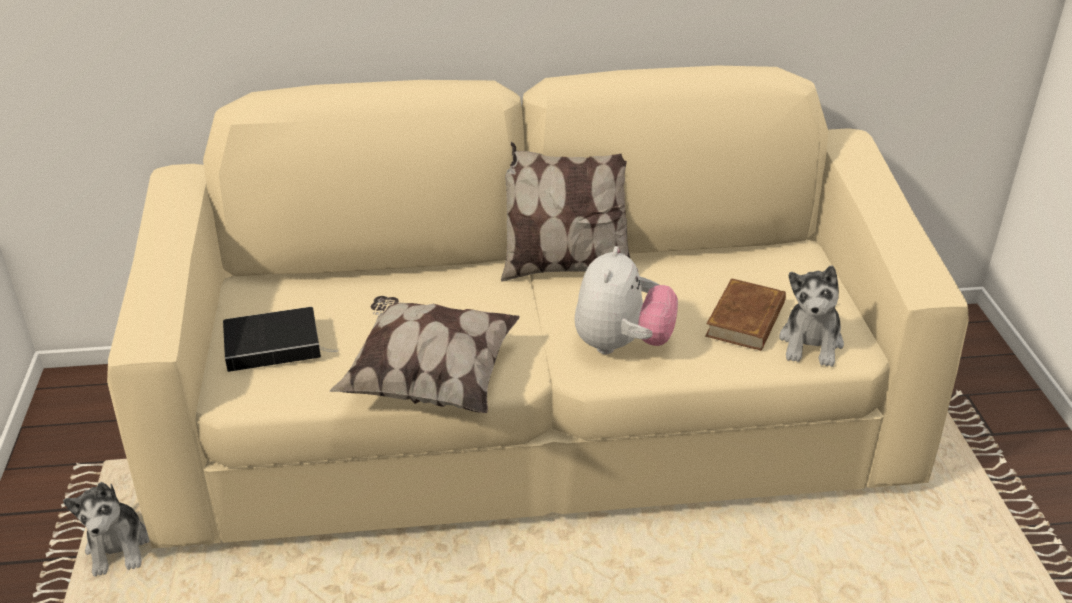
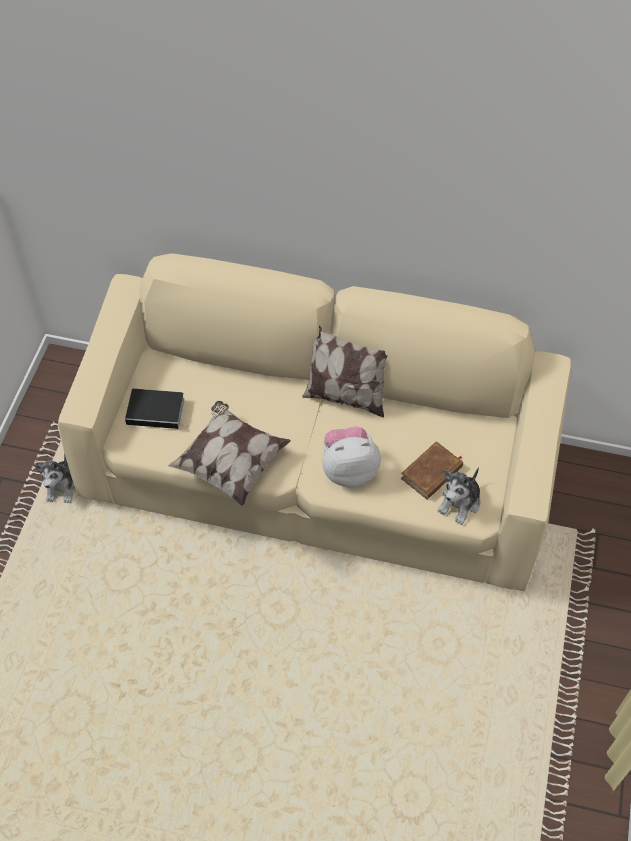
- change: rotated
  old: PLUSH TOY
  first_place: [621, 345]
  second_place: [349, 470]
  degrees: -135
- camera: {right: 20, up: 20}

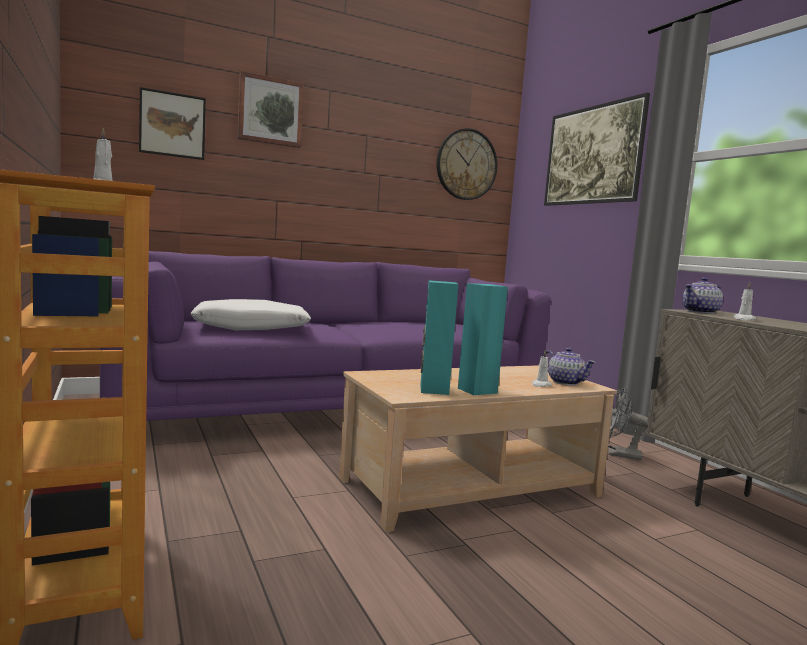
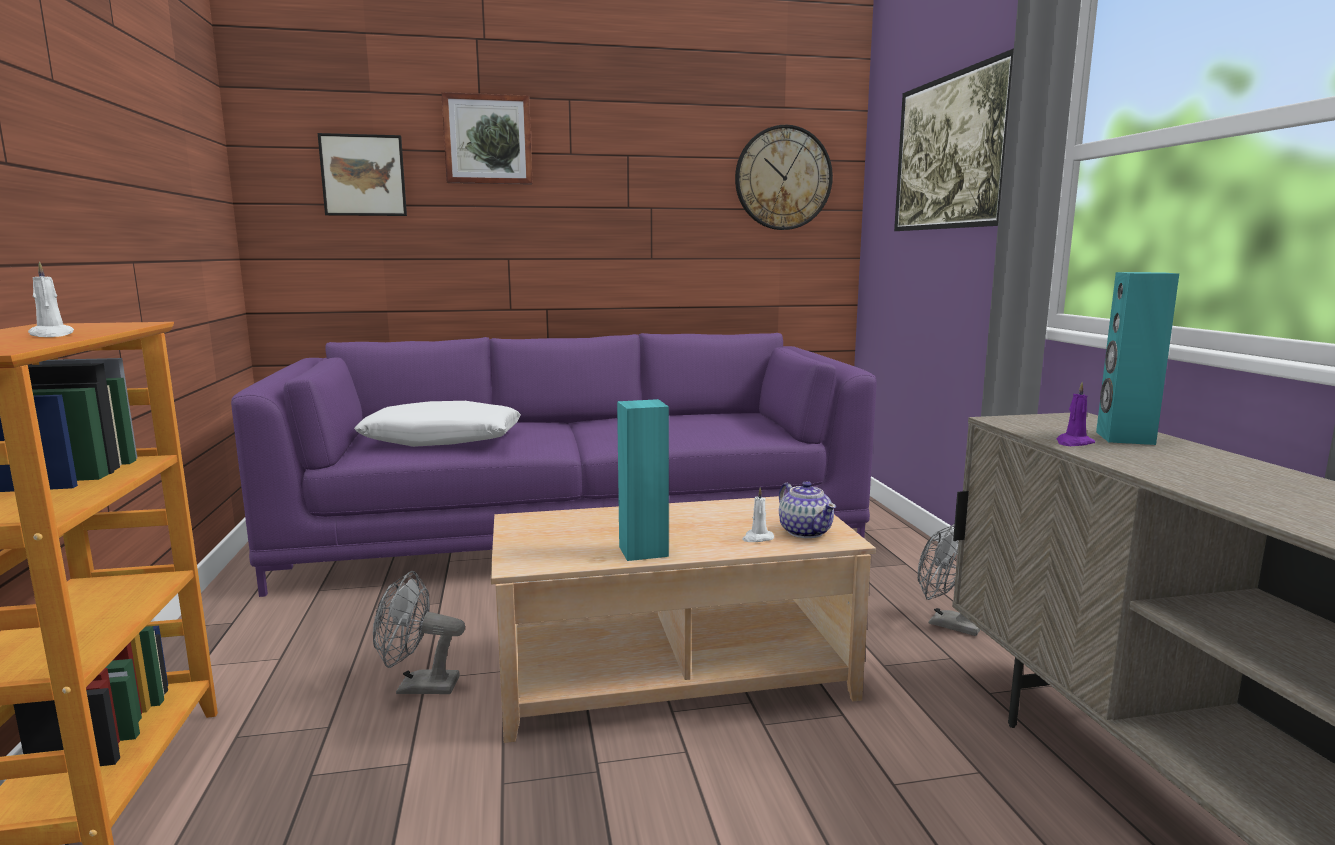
- change: new
  new: GREY FAN
  second_place: [418, 687]
- change: repainted
  old: WHITE CANDLE
  new: PURPLE CANDLE
  first_place: [743, 319]
  second_place: [1073, 443]
- change: shifted
  old: TURQUOISE SPEAKER
  first_place: [433, 390]
  second_place: [1123, 438]
- change: gone
  old: TEAPOT
  first_place: [701, 312]
- camera: {right: 15, up: 5}

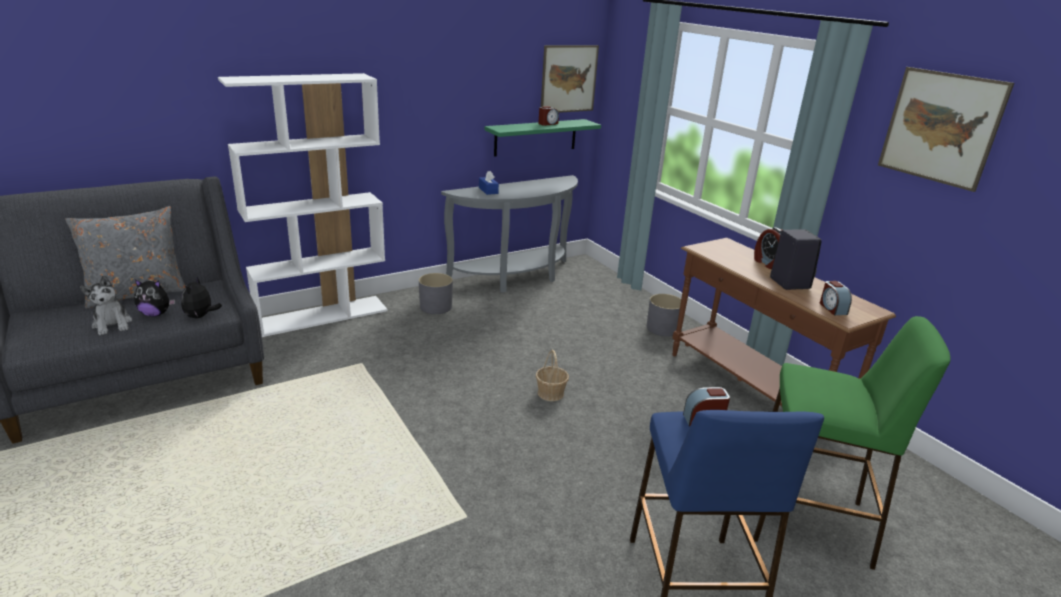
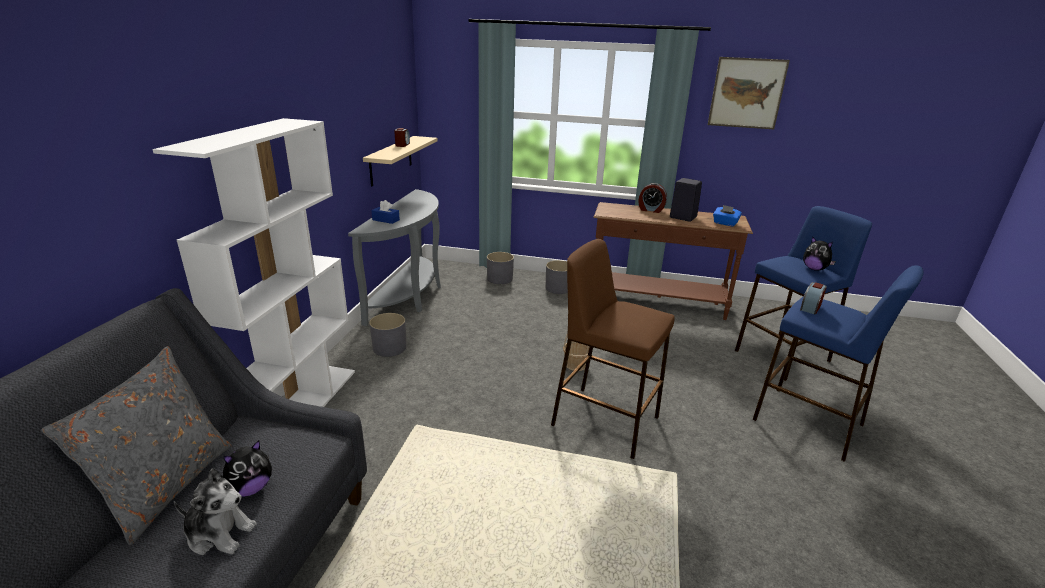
- change: repainted
  old: GREEN SHELF
  new: BEIGE SHELF
  first_place: [535, 137]
  second_place: [391, 160]
- change: new
  new: GREY PLANTER
  second_place: [500, 279]
- change: new
  new: BROWN STOOL
  second_place: [604, 420]
- change: swapped
  old: ALARM CLOCK
  new: BLUE TISSUE BOX
  first_place: [832, 308]
  second_place: [725, 223]
- change: repainted
  old: GREEN STOOL
  new: BLUE STOOL
  first_place: [809, 521]
  second_place: [782, 355]
- change: shifted
  old: PLUSH TOY
  first_place: [201, 316]
  second_place: [814, 269]
- change: gone
  old: PICTURE
  first_place: [569, 79]
- camera: {right: -45, up: 0}

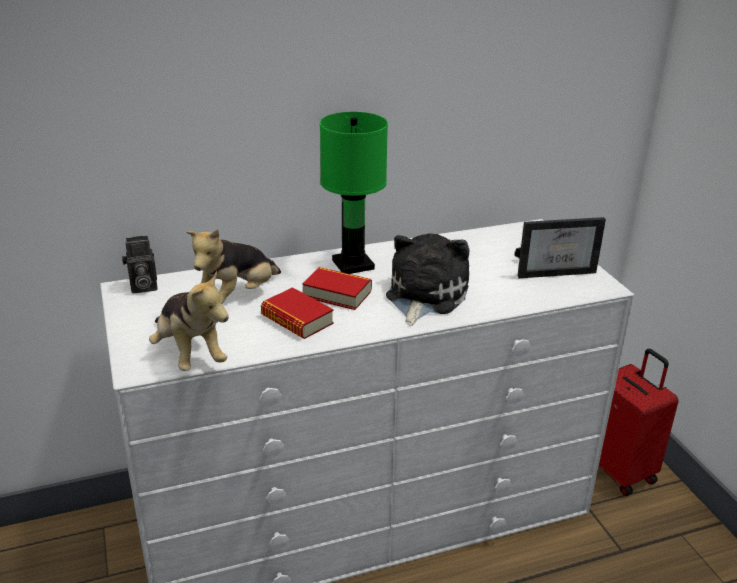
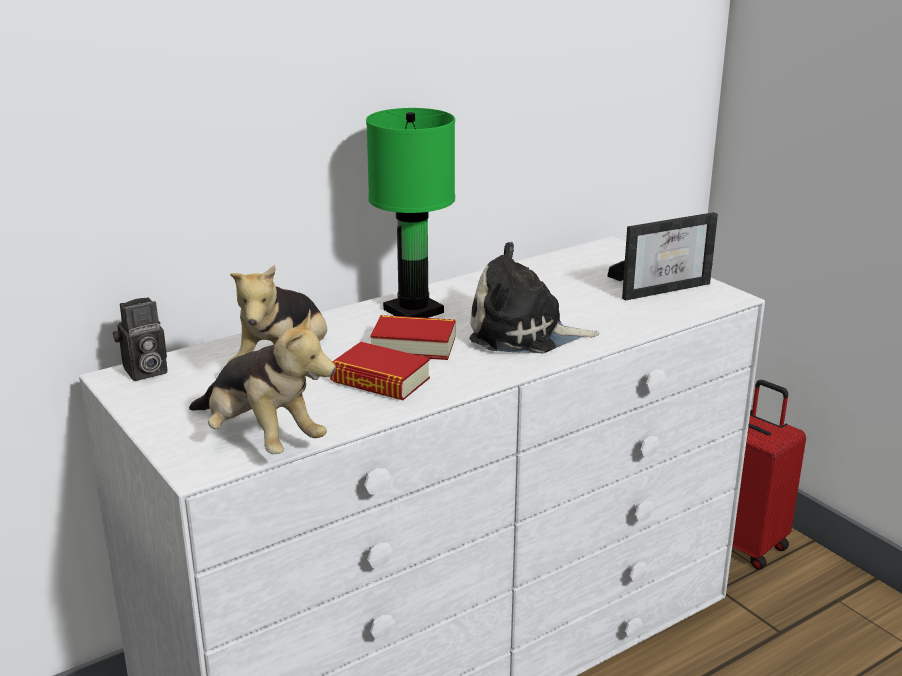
- change: rotated
  old: PLUSH TOY
  first_place: [423, 296]
  second_place: [523, 333]
  degrees: -90
- camera: {right: -15, up: -5}

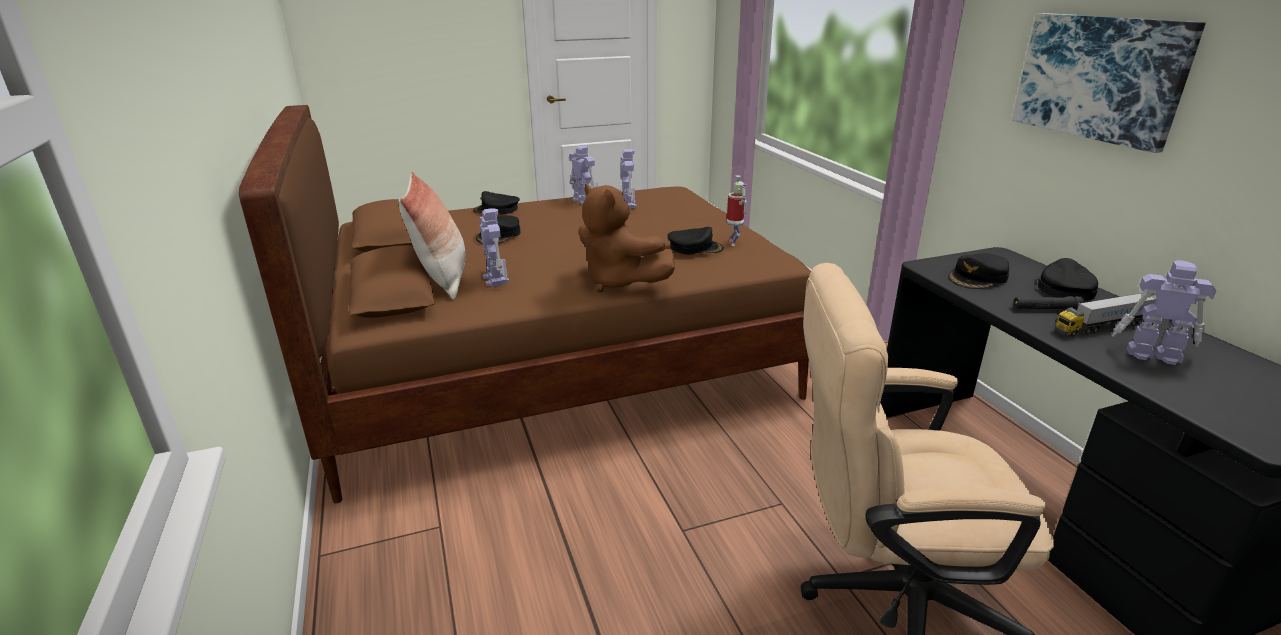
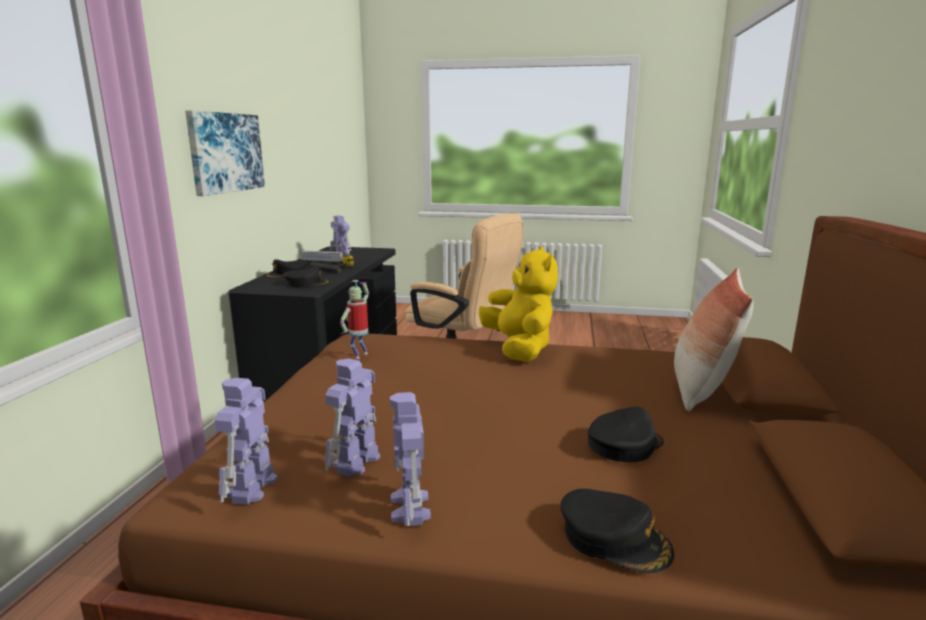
- change: shifted
  old: TOY ROBOT
  first_place: [495, 279]
  second_place: [251, 488]
- change: repainted
  old: BROWN PLUSH TOY
  new: YELLOW PLUSH TOY
  first_place: [619, 282]
  second_place: [519, 349]
- change: gone
  old: BLACK CAP
  first_place: [695, 247]
- camera: {right: -150, up: -10}

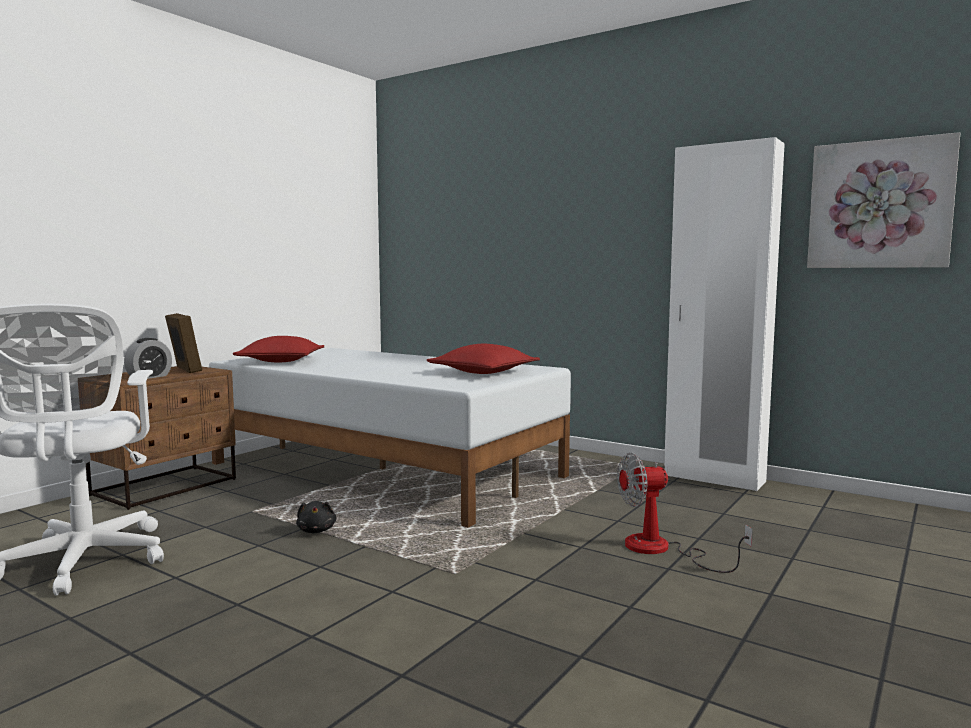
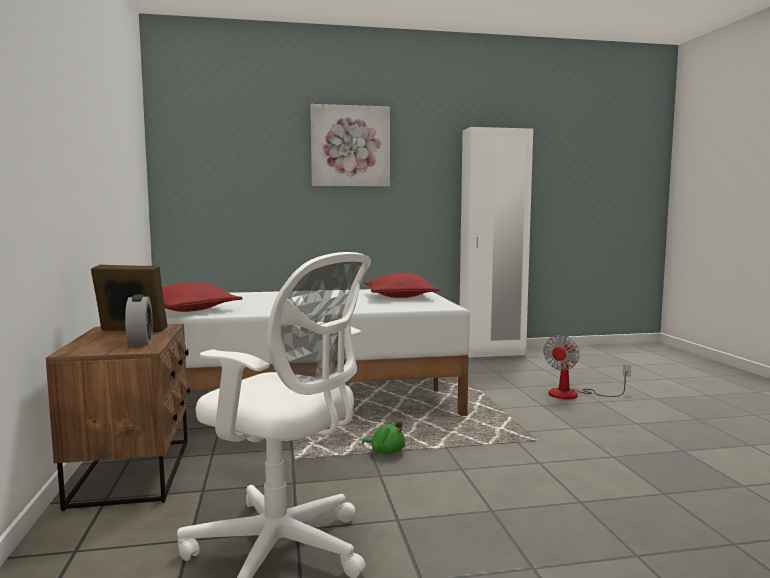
- change: shifted
  old: PICTURE
  first_place: [879, 205]
  second_place: [350, 146]
- change: repainted
  old: BLACK PLUSH TOY
  new: GREEN PLUSH TOY
  first_place: [316, 530]
  second_place: [386, 451]
- camera: {right: -45, up: 0}

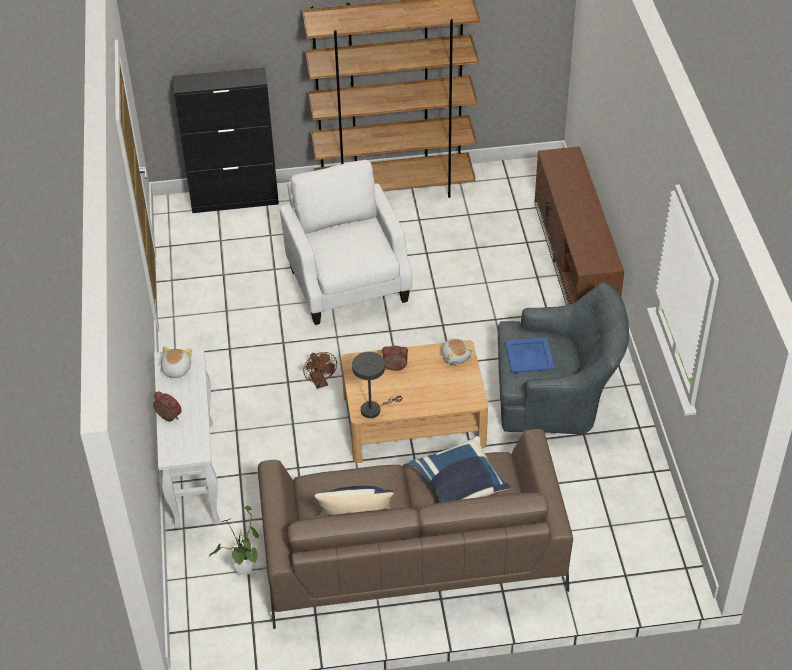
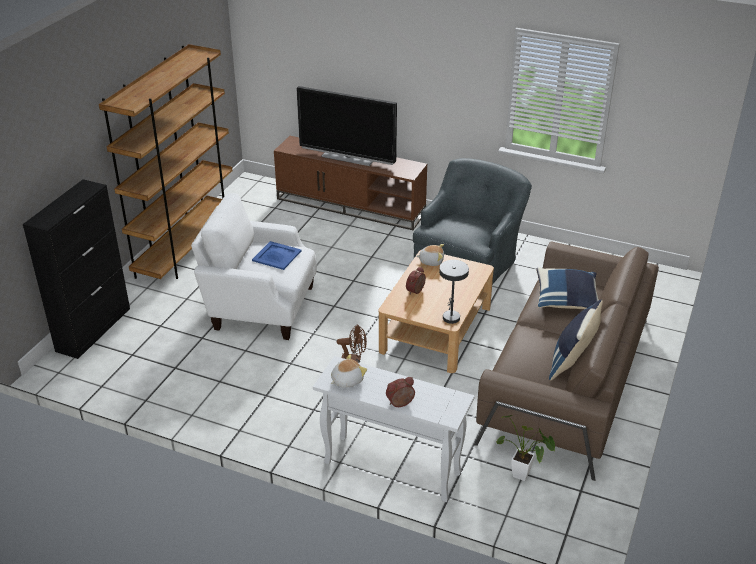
- change: shifted
  old: BLUE TRAY
  first_place: [529, 355]
  second_place: [276, 255]
- change: new
  new: TELEVISION
  second_place: [348, 157]
- change: rotated
  old: PLUSH TOY
  first_place: [176, 369]
  second_place: [346, 380]
  degrees: 105
- camera: {right: -60, up: -10}

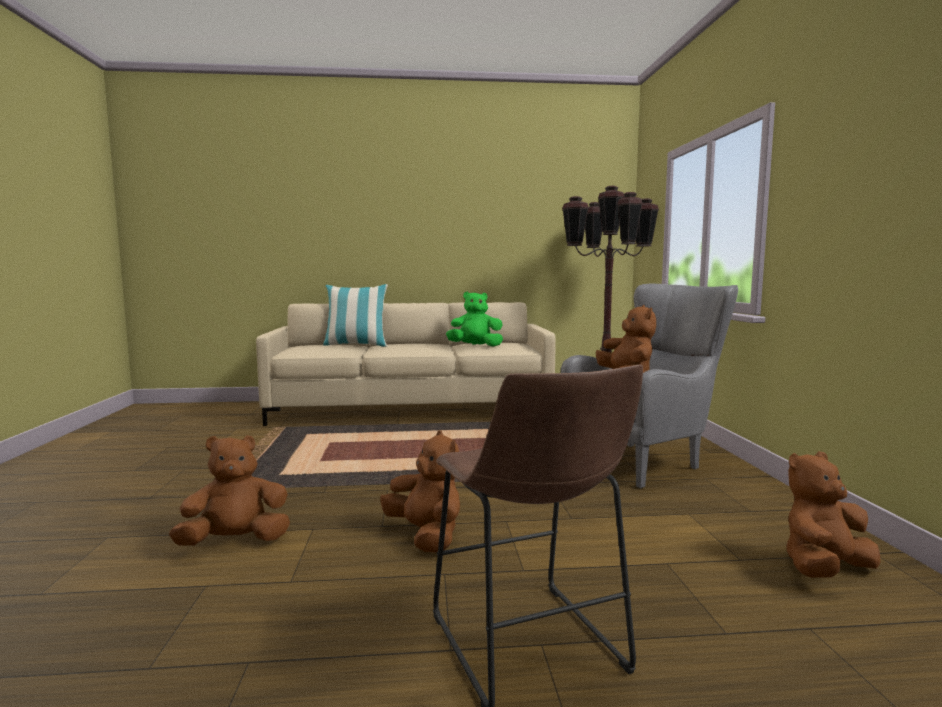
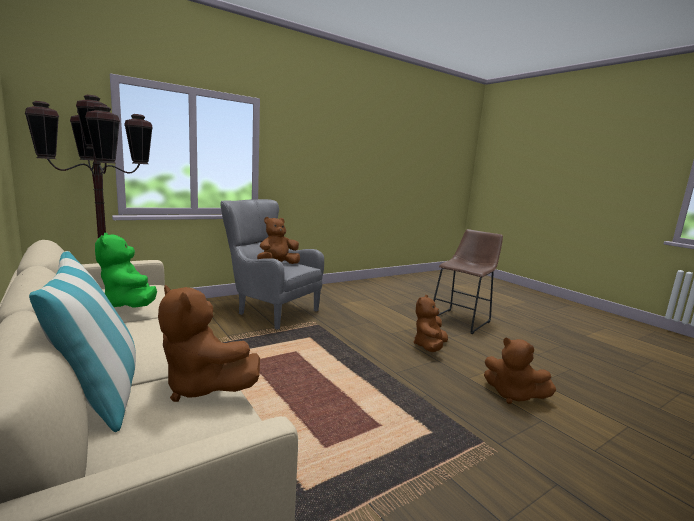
- change: shifted
  old: BROWN PLUSH TOY
  first_place: [824, 569]
  second_place: [202, 387]
- camera: {right: -120, up: 5}

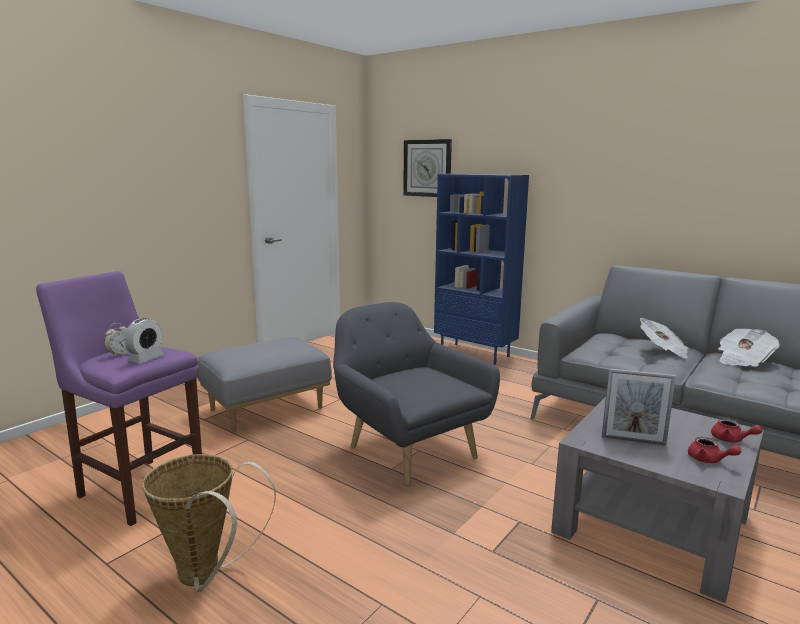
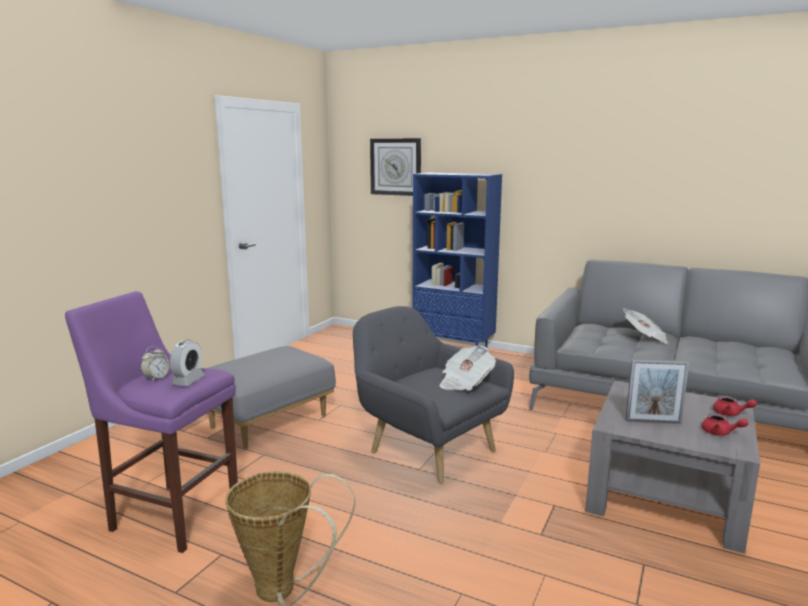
- change: shifted
  old: NEWSPAPER
  first_place: [742, 360]
  second_place: [465, 382]
- camera: {right: -10, up: 0}

